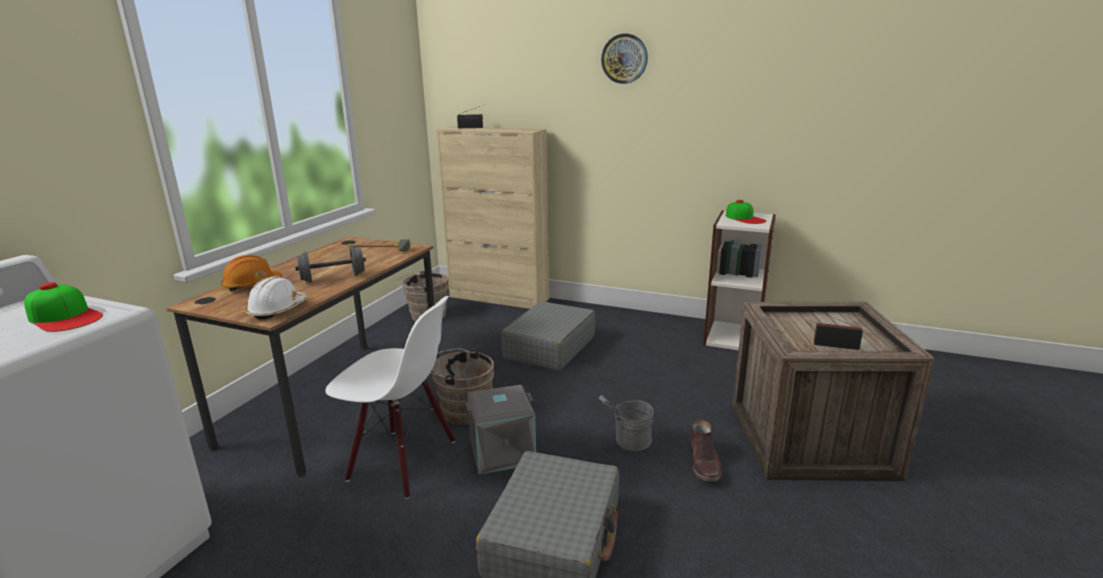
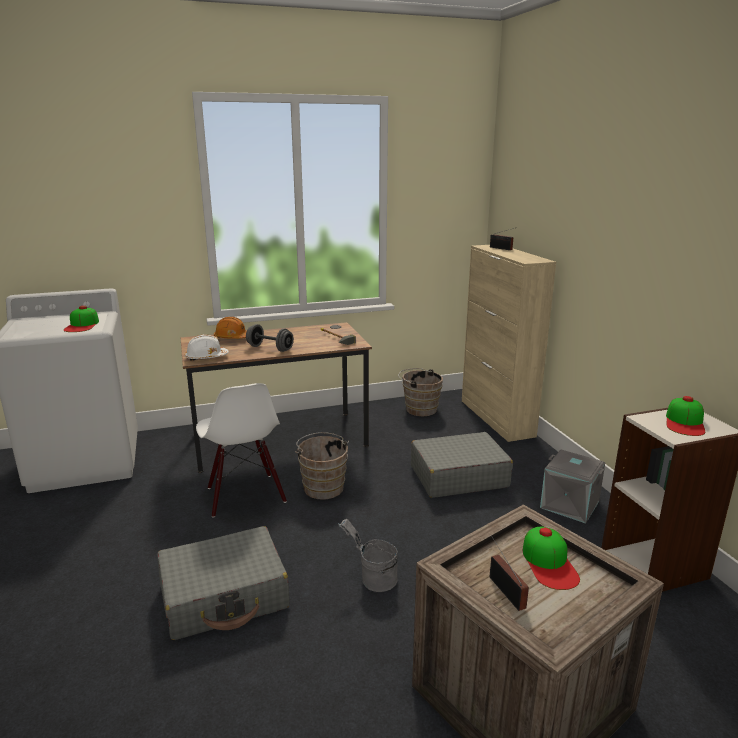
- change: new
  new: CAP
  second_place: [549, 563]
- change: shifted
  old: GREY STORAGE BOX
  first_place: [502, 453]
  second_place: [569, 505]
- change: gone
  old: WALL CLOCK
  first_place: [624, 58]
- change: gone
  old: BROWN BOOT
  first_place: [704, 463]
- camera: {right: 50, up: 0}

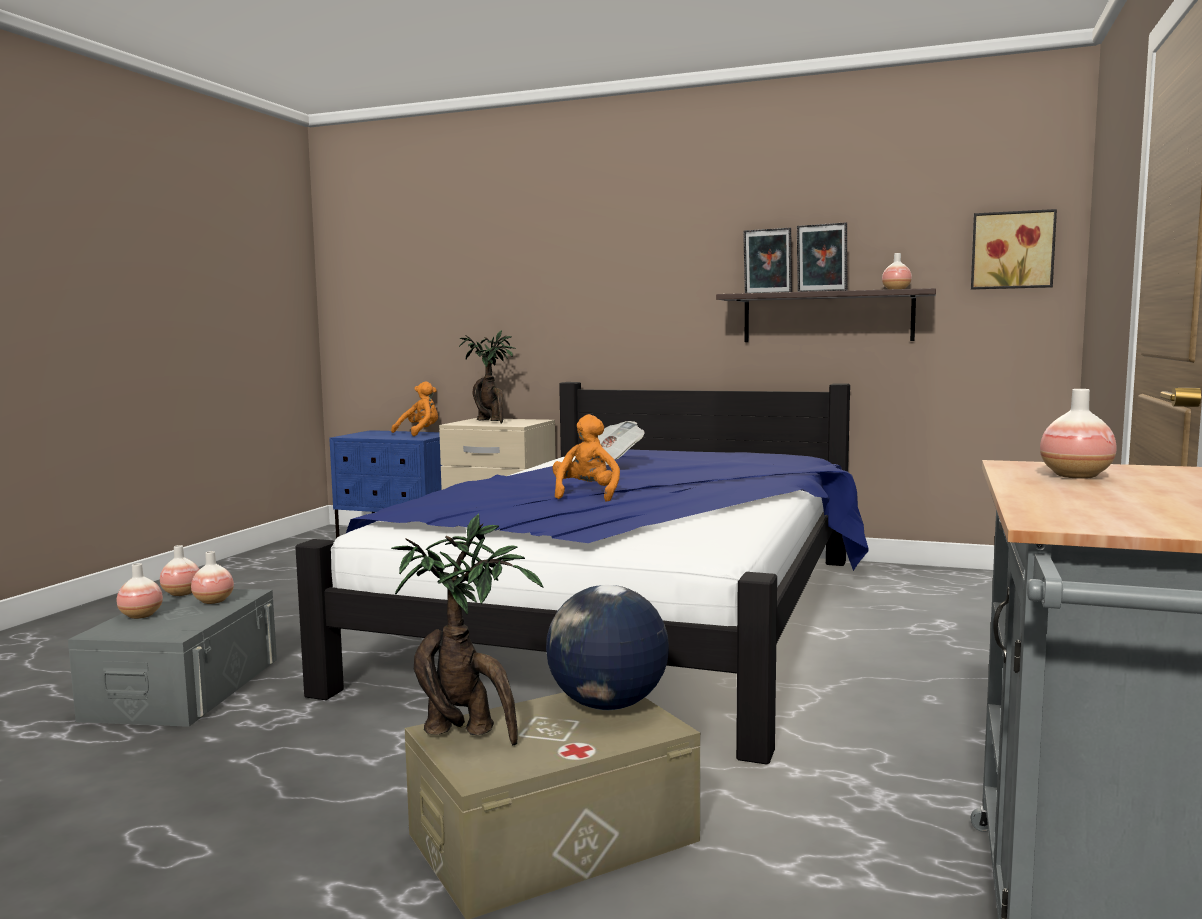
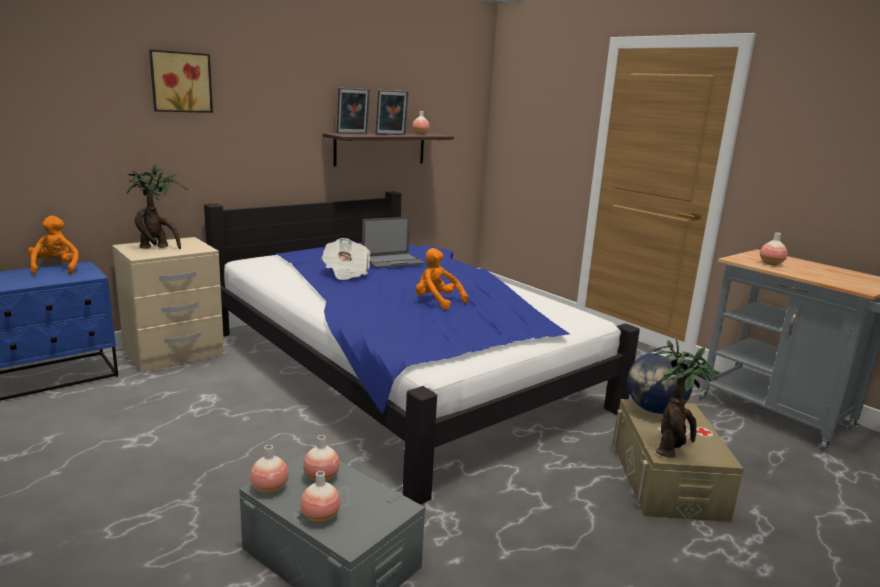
- change: shifted
  old: PICTURE
  first_place: [1012, 250]
  second_place: [180, 82]
- change: new
  new: LAPTOP
  second_place: [393, 261]
- camera: {right: -60, up: 10}

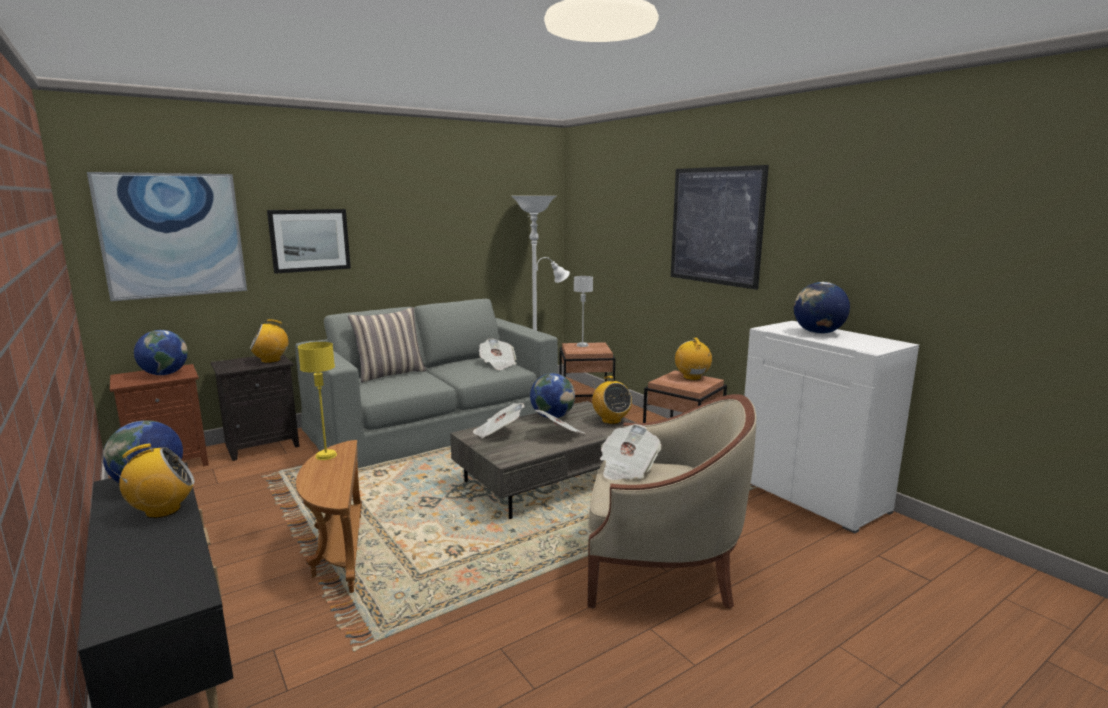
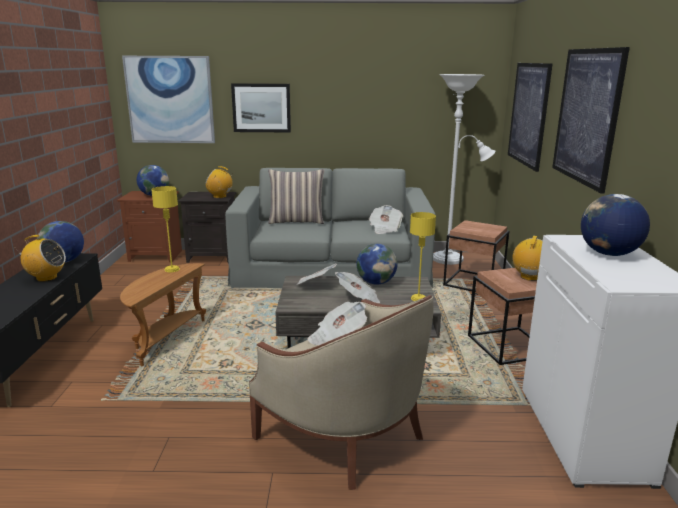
- change: swapped
  old: RADIO
  new: YELLOW TABLE LAMP
  first_place: [611, 420]
  second_place: [418, 298]
- change: new
  new: PICTURE
  second_place: [528, 114]
- change: gone
  old: GREY TABLE LAMP
  first_place: [582, 345]
- camera: {right: 35, up: 5}

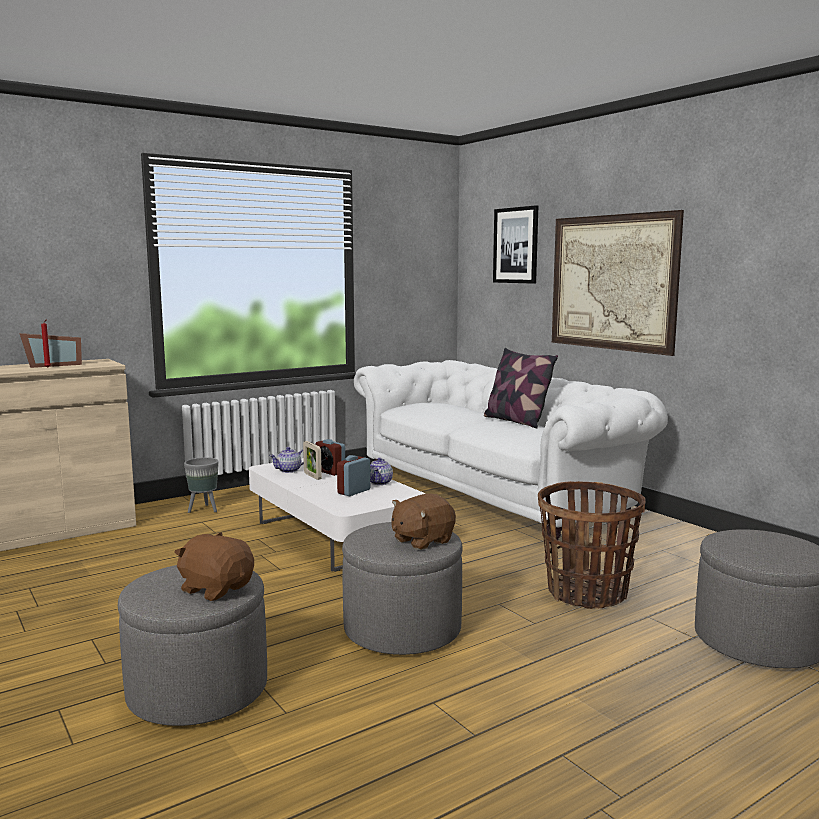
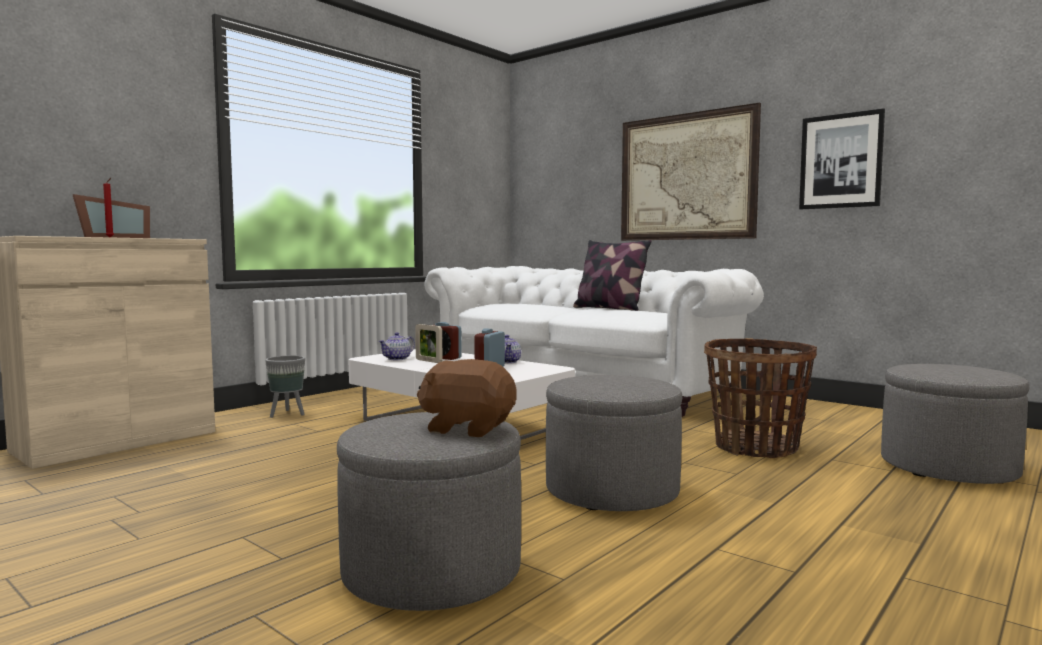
- change: shifted
  old: PICTURE
  first_place: [516, 245]
  second_place: [841, 161]
- change: gone
  old: BROWN PLUSH TOY
  first_place: [422, 541]
- camera: {right: -15, up: -5}

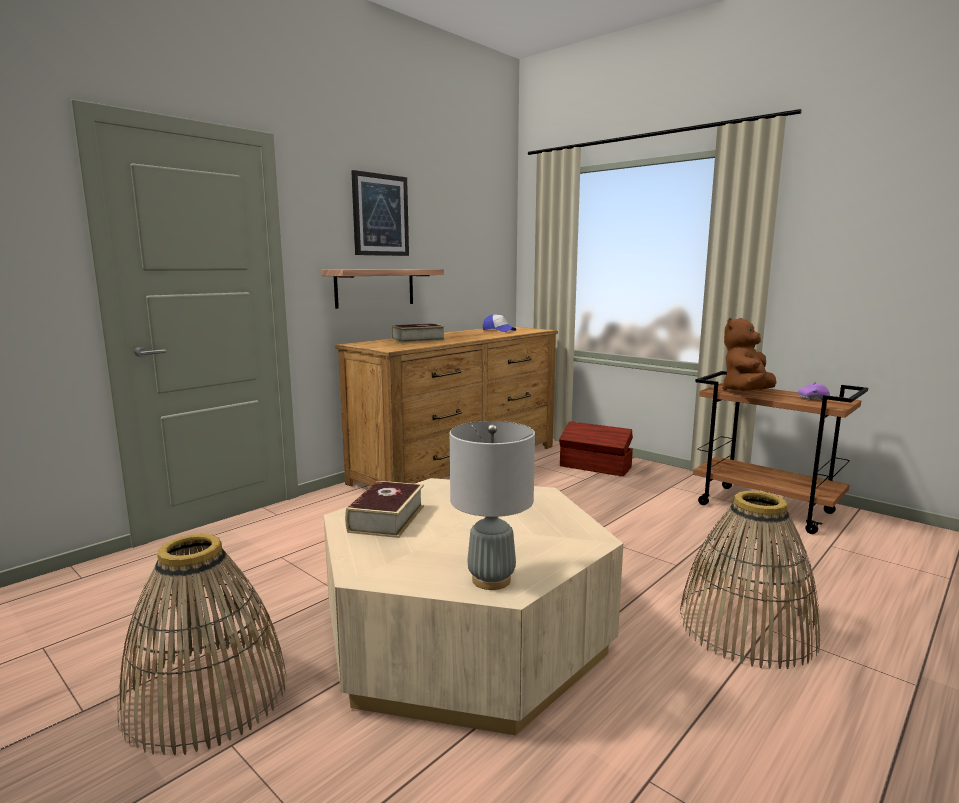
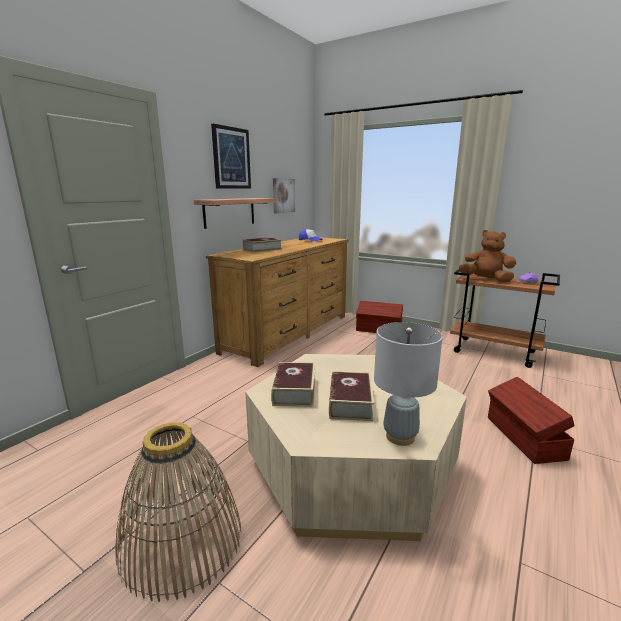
- change: new
  new: PICTURE
  second_place: [283, 195]
- change: new
  new: BOOK
  second_place: [350, 402]
- change: rotated
  old: BROWN PLUSH TOY
  first_place: [746, 393]
  second_place: [486, 280]
  degrees: 90
- change: swapped
  old: BASKET
  new: BROWN STORAGE BOX
  first_place: [747, 627]
  second_place: [524, 438]
- camera: {right: -10, up: 5}

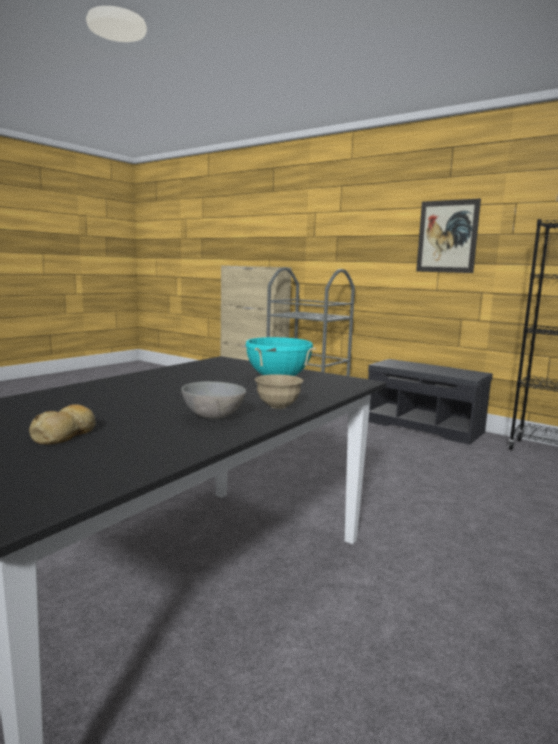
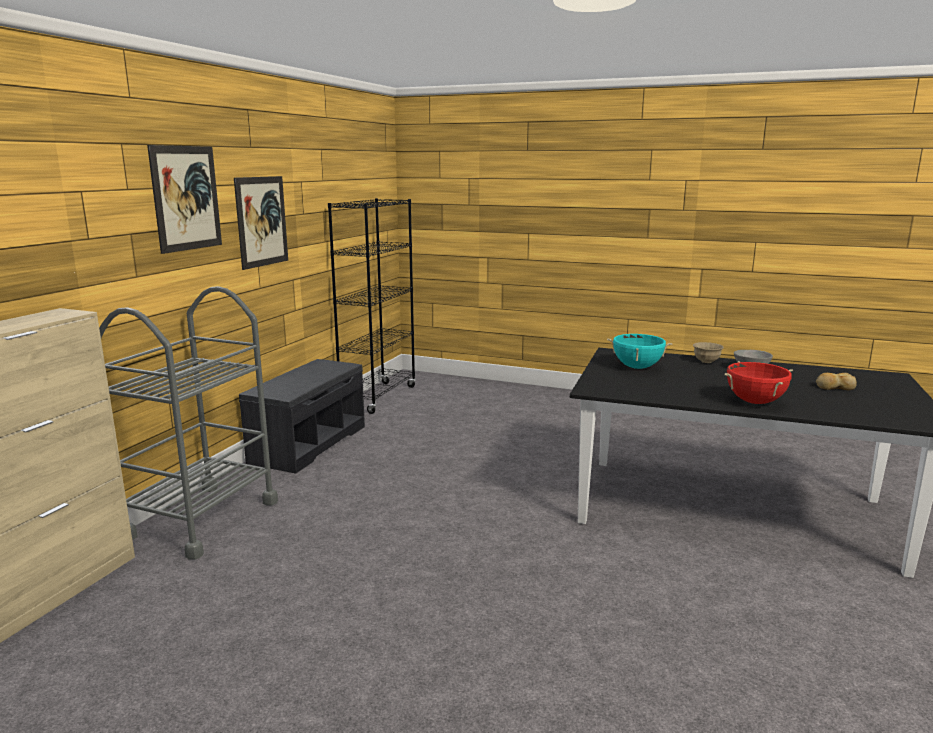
- change: new
  new: PICTURE
  second_place: [186, 198]
- change: new
  new: RED COOKING POT
  second_place: [754, 402]
- camera: {right: -105, up: 5}

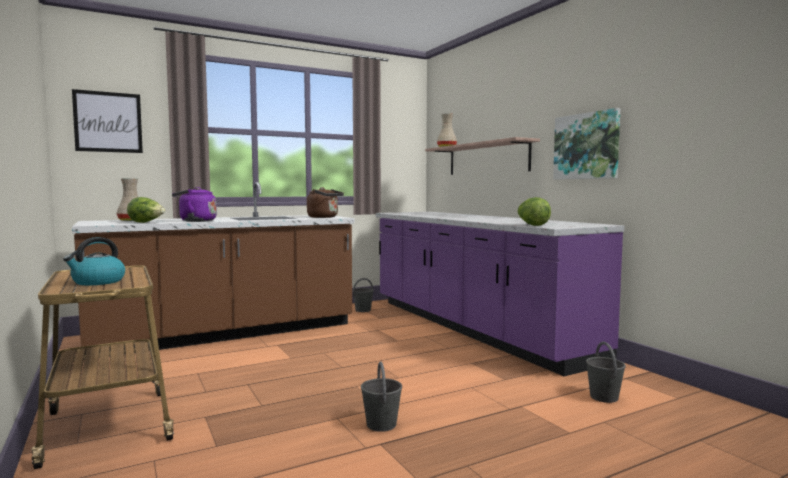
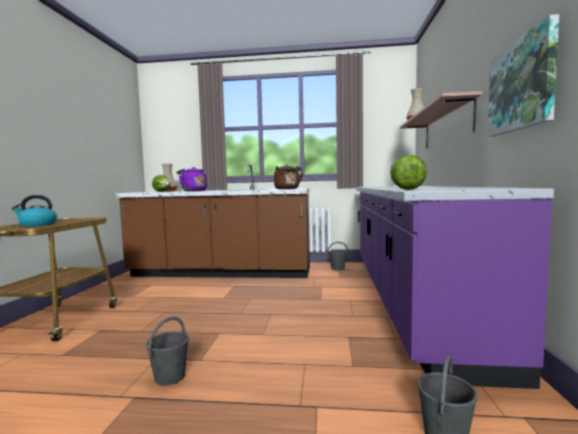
- change: gone
  old: PICTURE
  first_place: [108, 122]
- camera: {right: 35, up: 0}

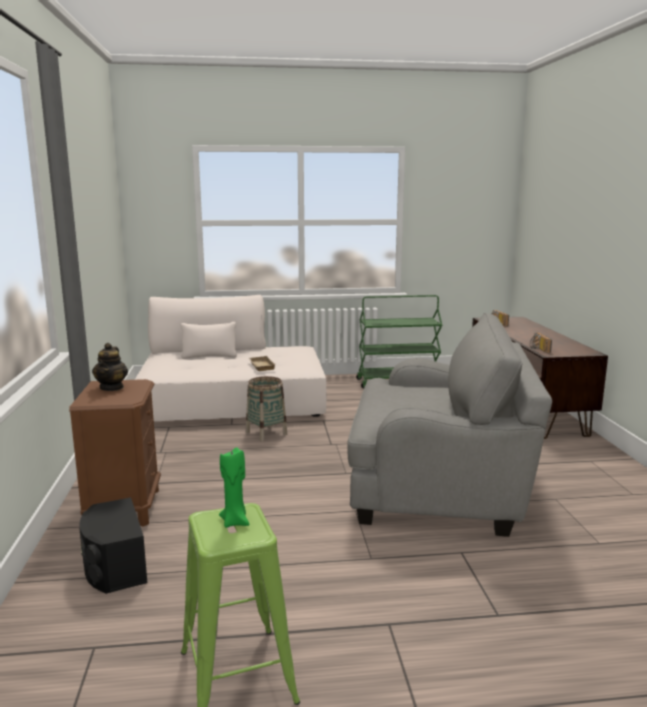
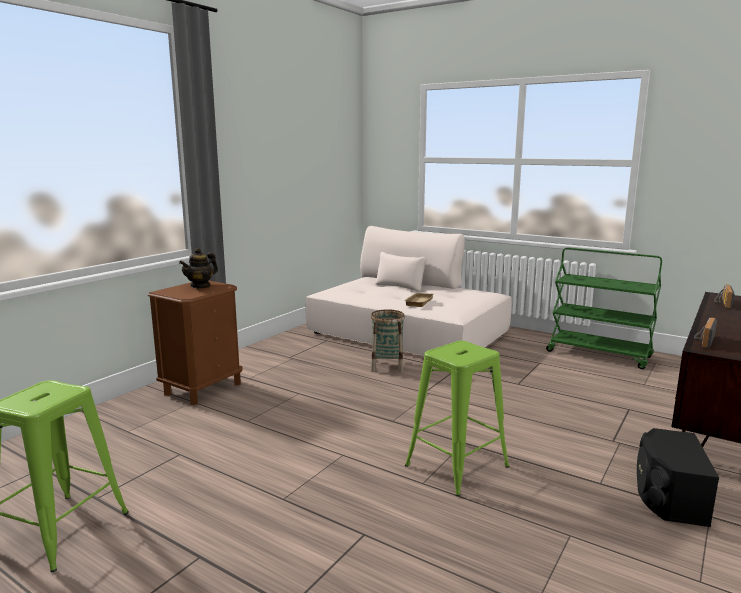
- change: swapped
  old: GREY ARMCHAIR
  new: GREEN STOOL
  first_place: [439, 486]
  second_place: [457, 466]
- change: shifted
  old: BLACK SPEAKER
  first_place: [113, 566]
  second_place: [668, 496]
- change: gone
  old: GREEN CANDLE
  first_place: [235, 521]
- camera: {right: 40, up: 0}

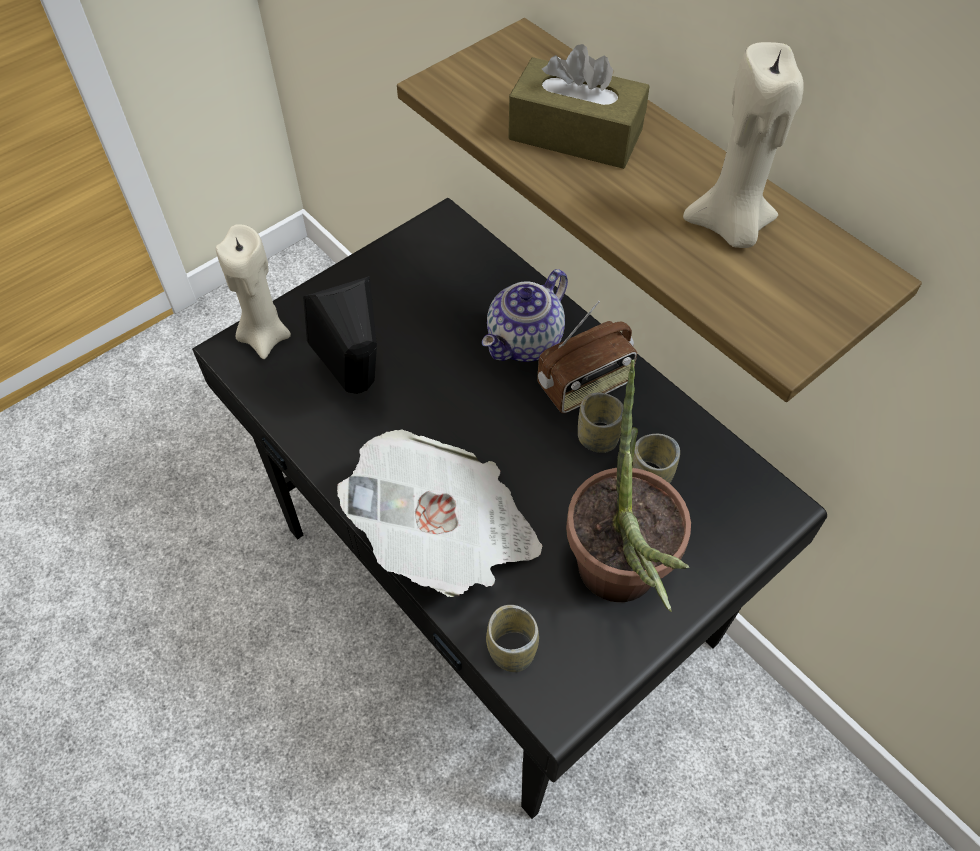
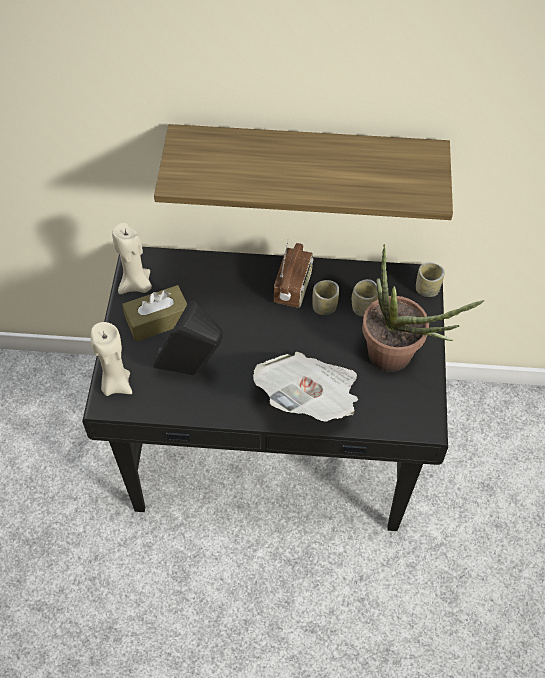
- change: shifted
  old: BEIGE CANDLE
  first_place: [730, 227]
  second_place: [137, 285]
- change: shifted
  old: BROWN TISSUE BOX
  first_place: [575, 134]
  second_place: [158, 320]
- change: shifted
  old: CUP
  first_place: [511, 651]
  second_place: [427, 289]
- change: gone
  old: TEAPOT
  first_place: [525, 343]
- camera: {right: -45, up: 0}

